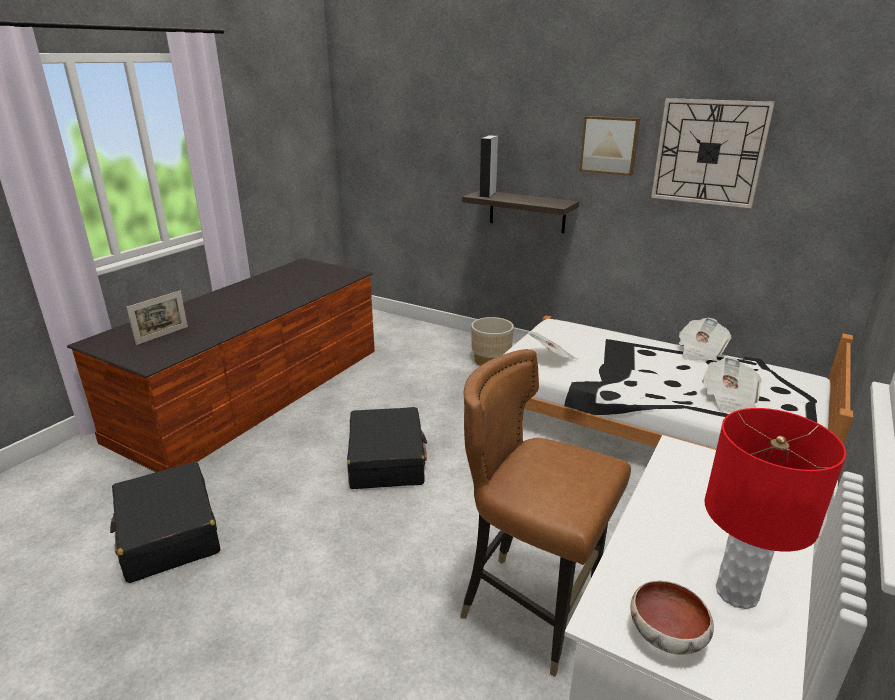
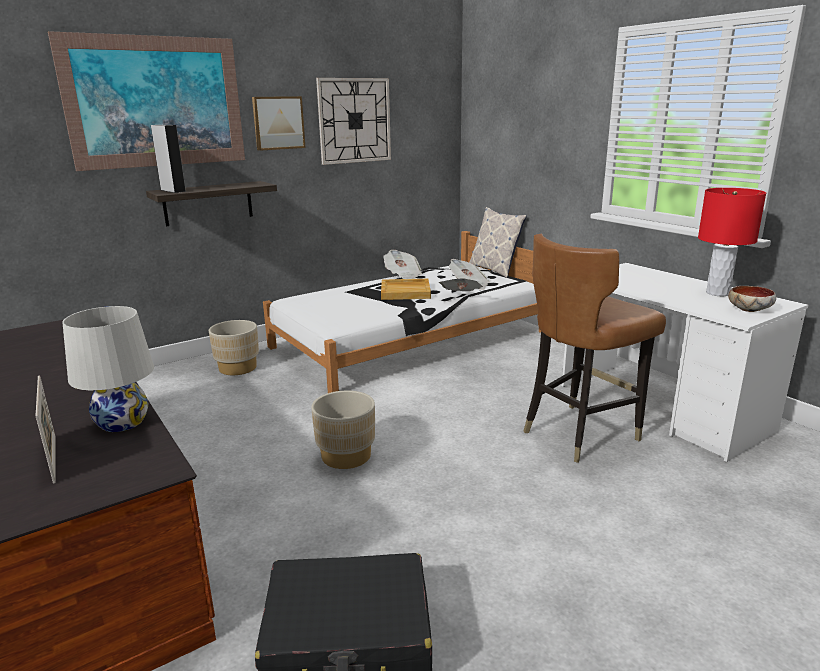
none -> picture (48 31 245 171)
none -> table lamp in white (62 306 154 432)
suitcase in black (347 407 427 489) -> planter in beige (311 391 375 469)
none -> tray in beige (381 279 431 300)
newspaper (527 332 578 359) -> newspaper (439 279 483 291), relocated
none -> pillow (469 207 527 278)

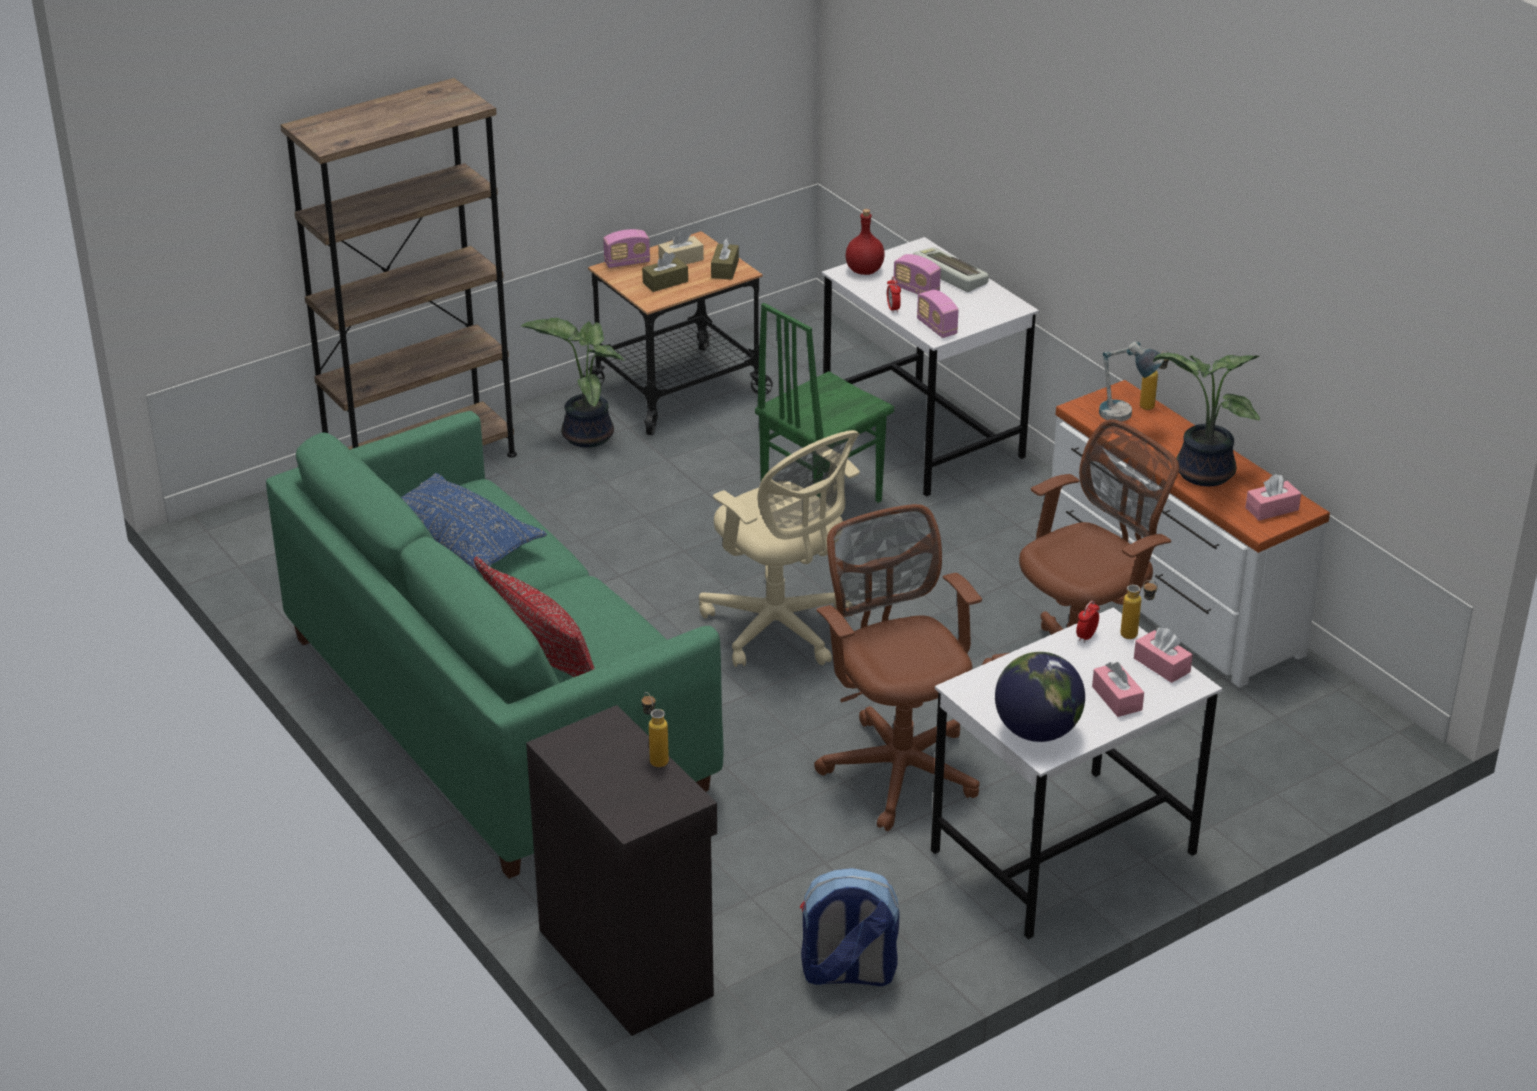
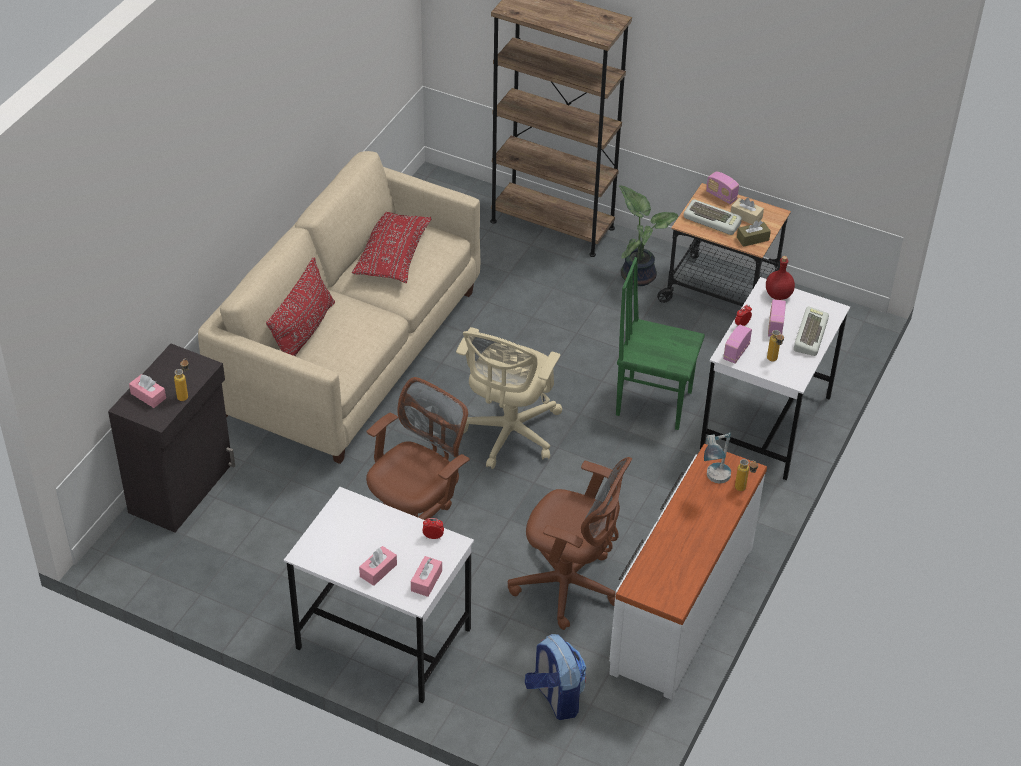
tissue box in pink (1245 474 1301 521) -> tissue box in pink (129 374 166 408), relocated
sofa in green (266 411 723 879) -> sofa in beige (198 151 480 464)
pillow in blue (401 473 547 572) -> pillow in red (352 212 431 283)
backpack (800 868 900 986) -> backpack (525 634 586 720), relocated
tissue box in brown (642 252 688 292) -> keyboard (683 200 742 235)
bottle (1120 580 1158 639) -> bottle (767 330 784 361), relocated
globe (995 652 1085 742) -> none
potted plant (1153 353 1260 486) -> none

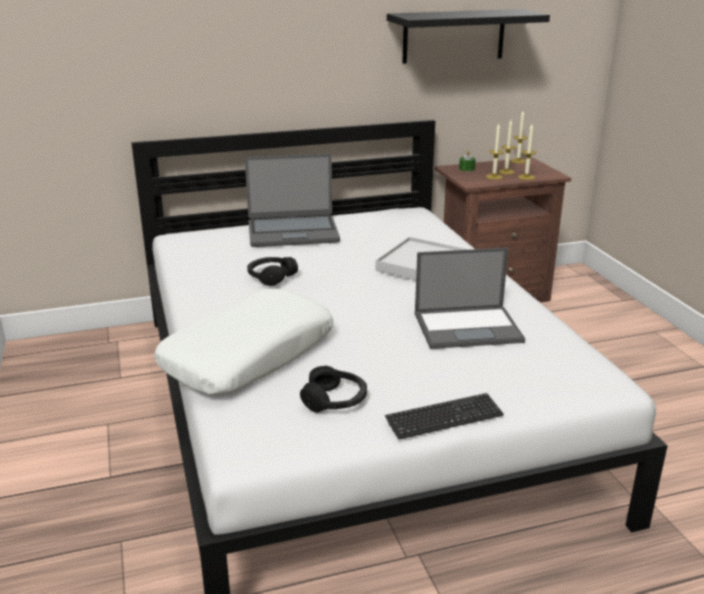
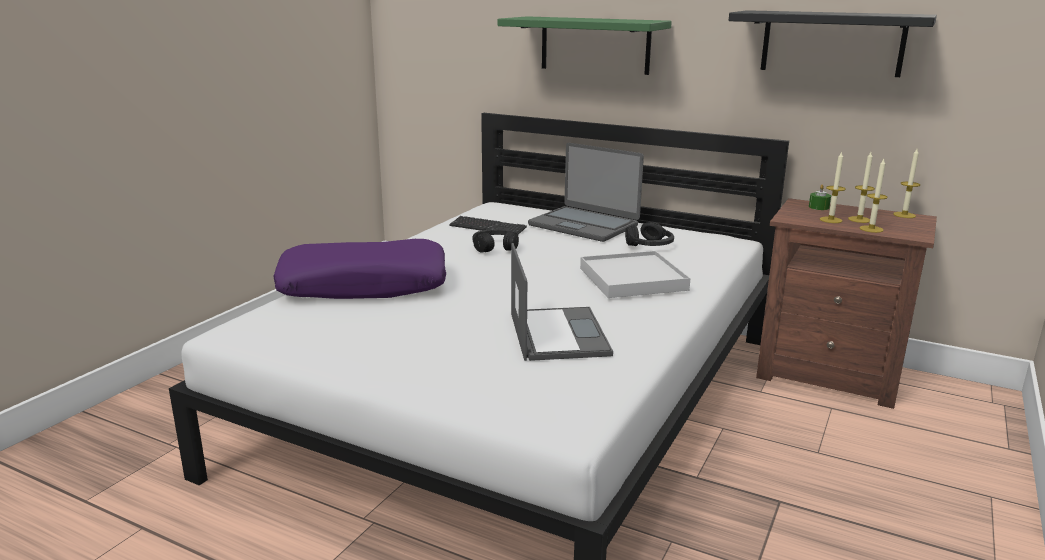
pillow in white (154 288 333 395) -> pillow in purple (273 239 446 299)
keyboard (385 393 504 440) -> keyboard (449 216 527 235), relocated
none -> shelf in green (498 16 672 75)
laptop (415 248 525 349) -> laptop (511 243 613 361), 135 degrees counterclockwise
headphones in black (300 366 367 413) -> headphones in black (625 222 674 246), relocated

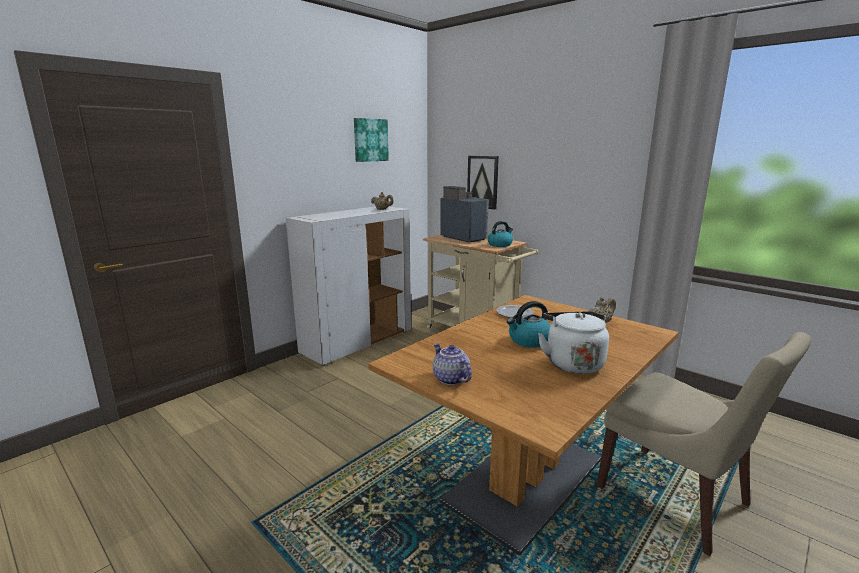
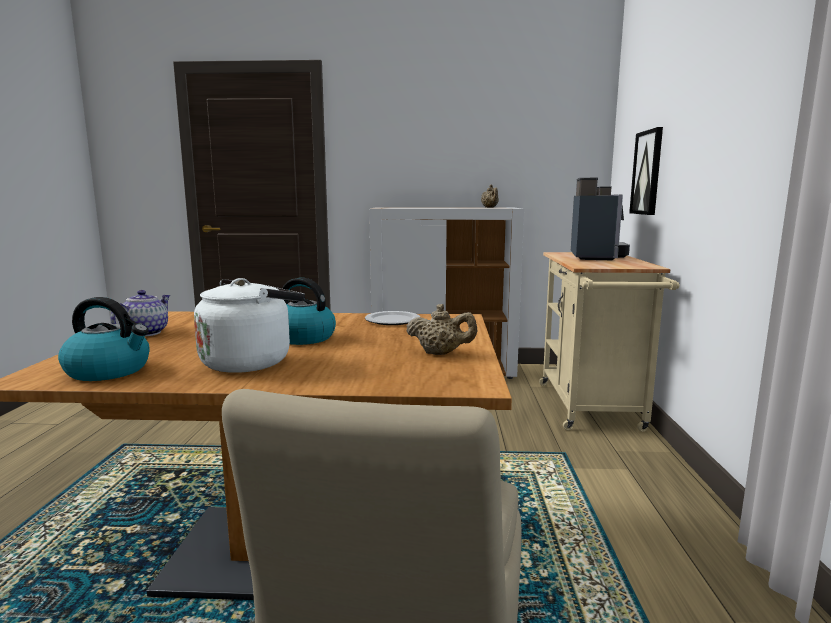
kettle (488 221 513 247) -> kettle (58 297 150 381), relocated
picture (354 118 389 162) -> none

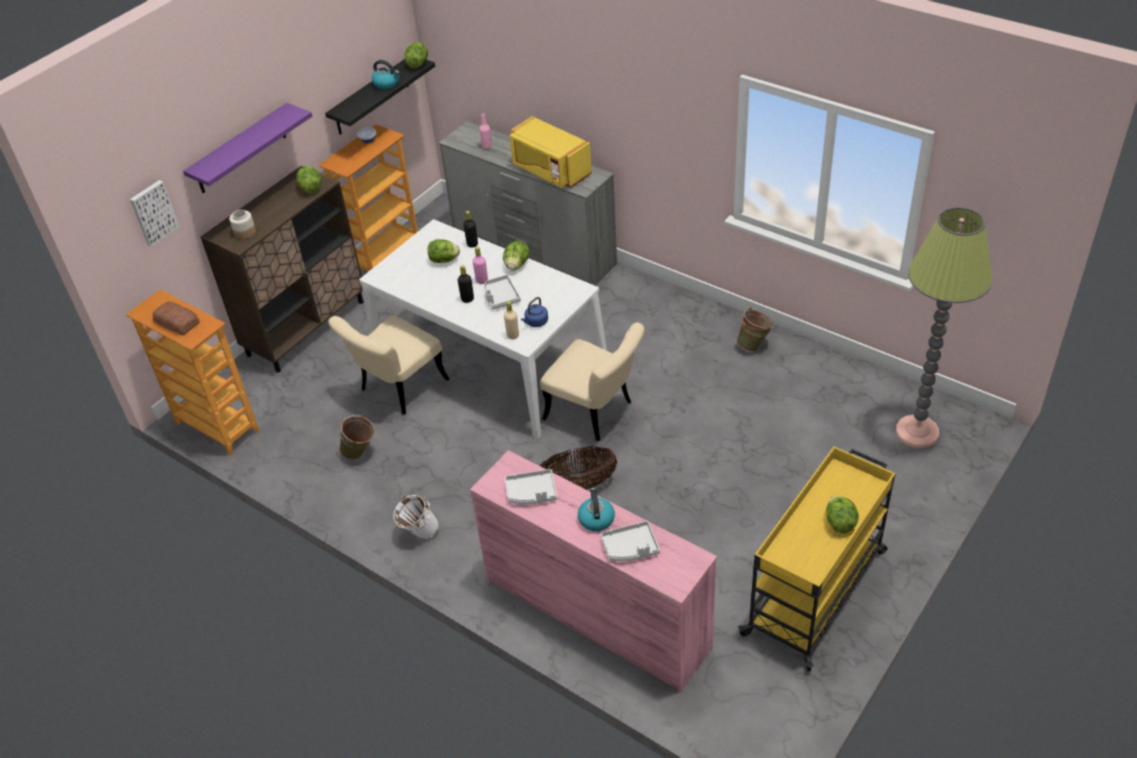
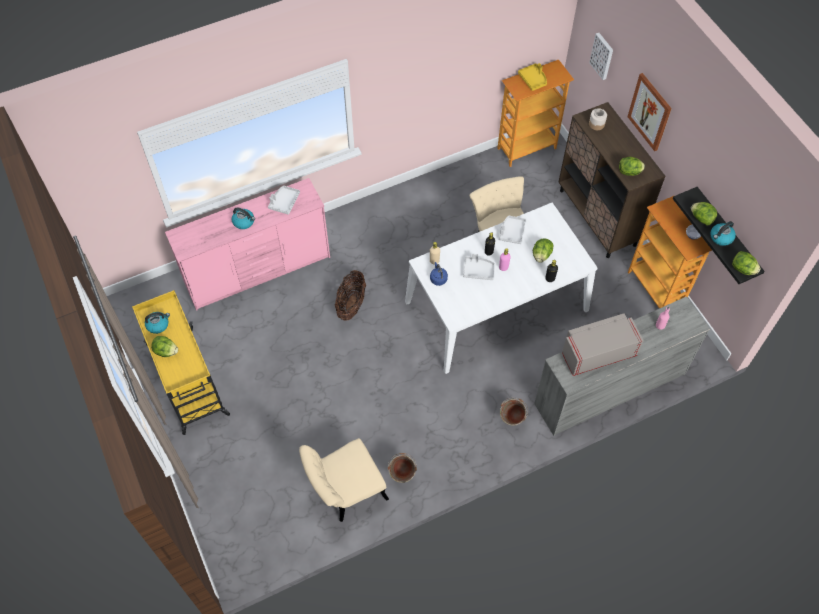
none -> kettle (145 312 170 334)
chair in beige (540 322 644 441) -> chair in beige (299 438 389 522), relocated
tray in grey (600 521 660 561) -> tray in grey (499 216 526 244), relocated
bucket in green (338 414 375 459) -> bucket in green (500 398 528 426), relocated
bread (152 302 200 336) -> tray in yellow (518 63 547 91)
microwave in yellow (510 116 592 188) -> microwave in grey (562 313 644 376)
shelf in purple (183 103 312 193) -> picture (627 73 672 151)
lettuce (503 241 530 271) -> lettuce (691 202 717 225), relocated
bucket in white (393 494 439 540) -> none
floor lamp (896 207 993 448) -> none

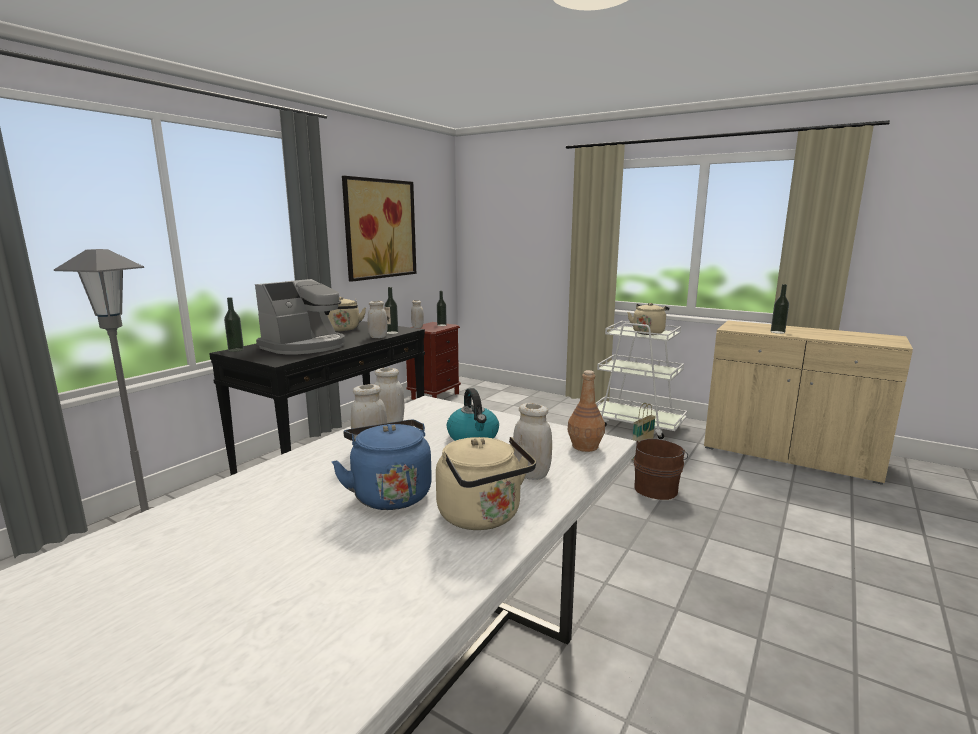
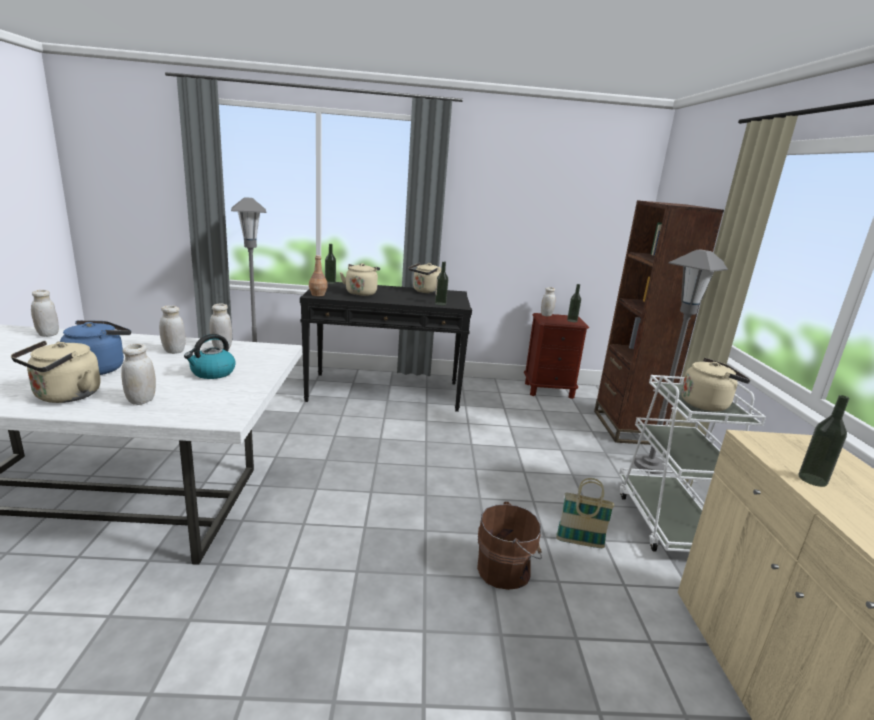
jar in white (367 301 387 338) -> jar in white (31 290 59 337), relocated
bottle in brown (567 370 605 452) -> bottle in brown (309 255 328 296), relocated
coffee machine (255 279 345 354) -> kettle in beige (340 263 380 296)
none -> bookcase in brown (594 200 724 445)
none -> floor lamp in grey (634 250 728 474)
picture (342 176 416 282) -> none

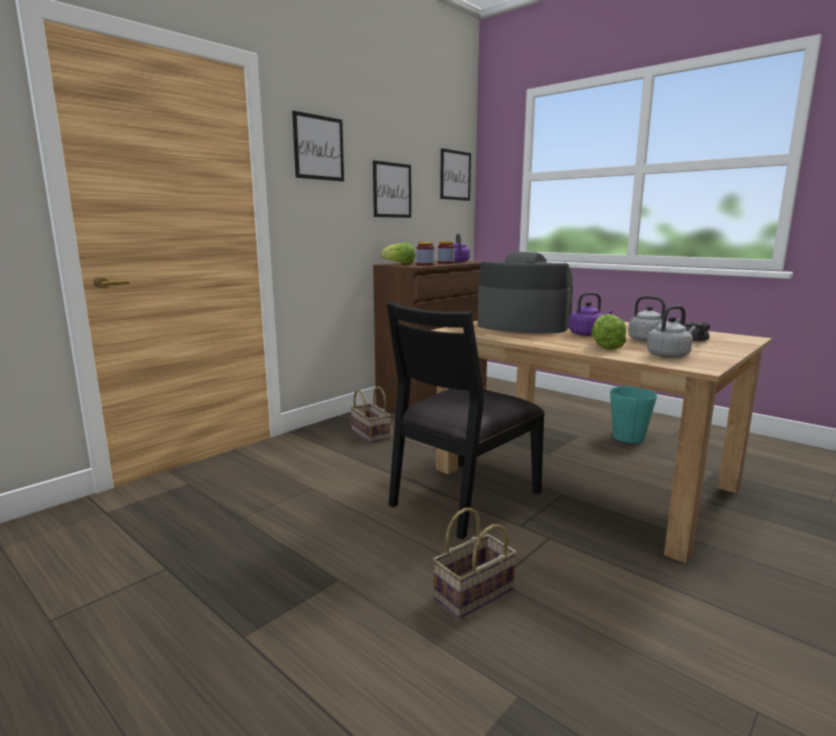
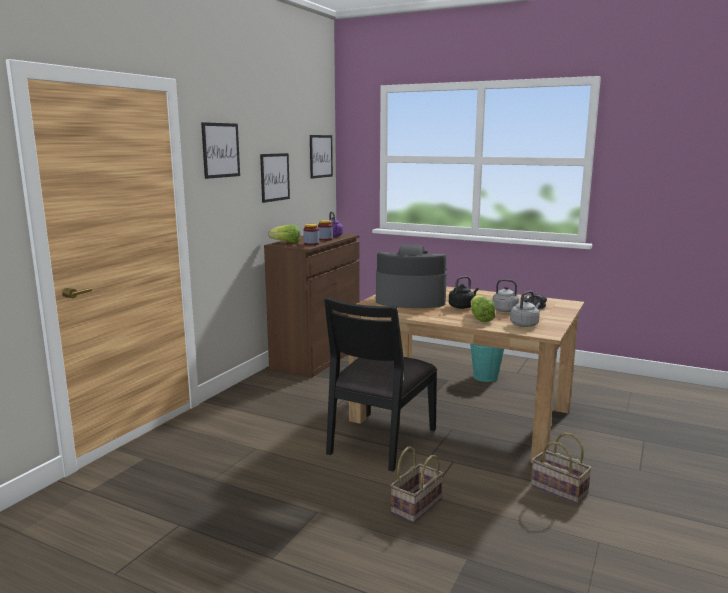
kettle in purple (569 292 613 336) -> kettle in black (449 276 479 309)
basket (350 386 390 443) -> basket (531 433 592 504), relocated

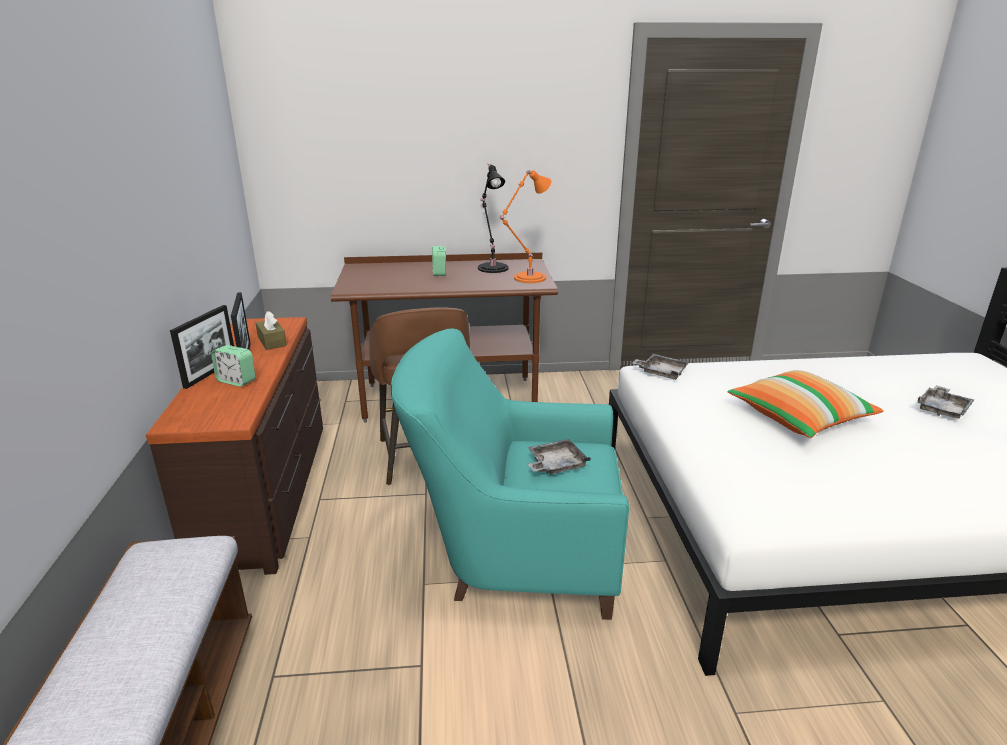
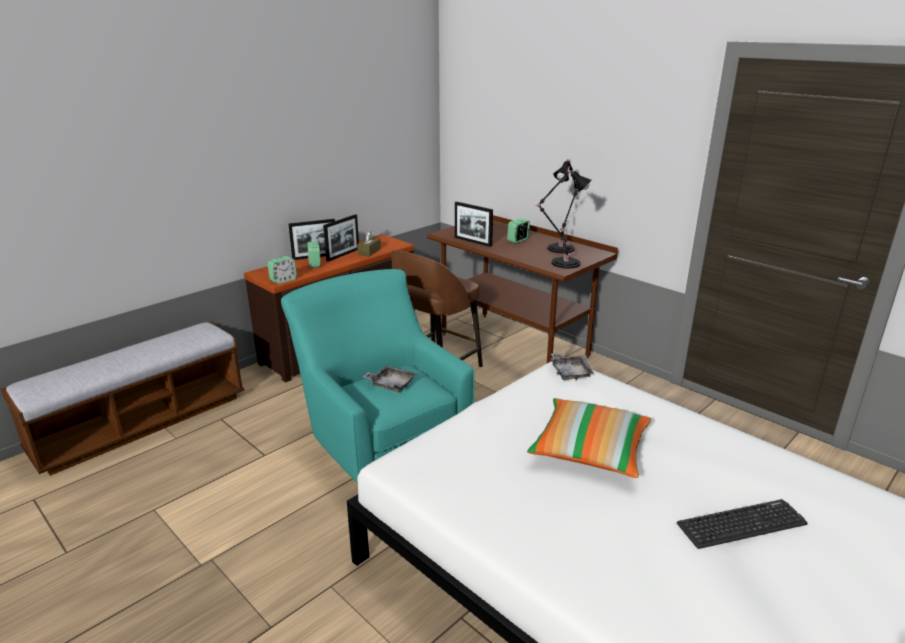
none -> alarm clock (268 256 297 284)
none -> picture frame (455 202 493 247)
table lamp in orange (500 170 551 283) -> table lamp in black (536 170 591 269)
tray in grey (918 385 974 419) -> keyboard (677 499 808 549)

